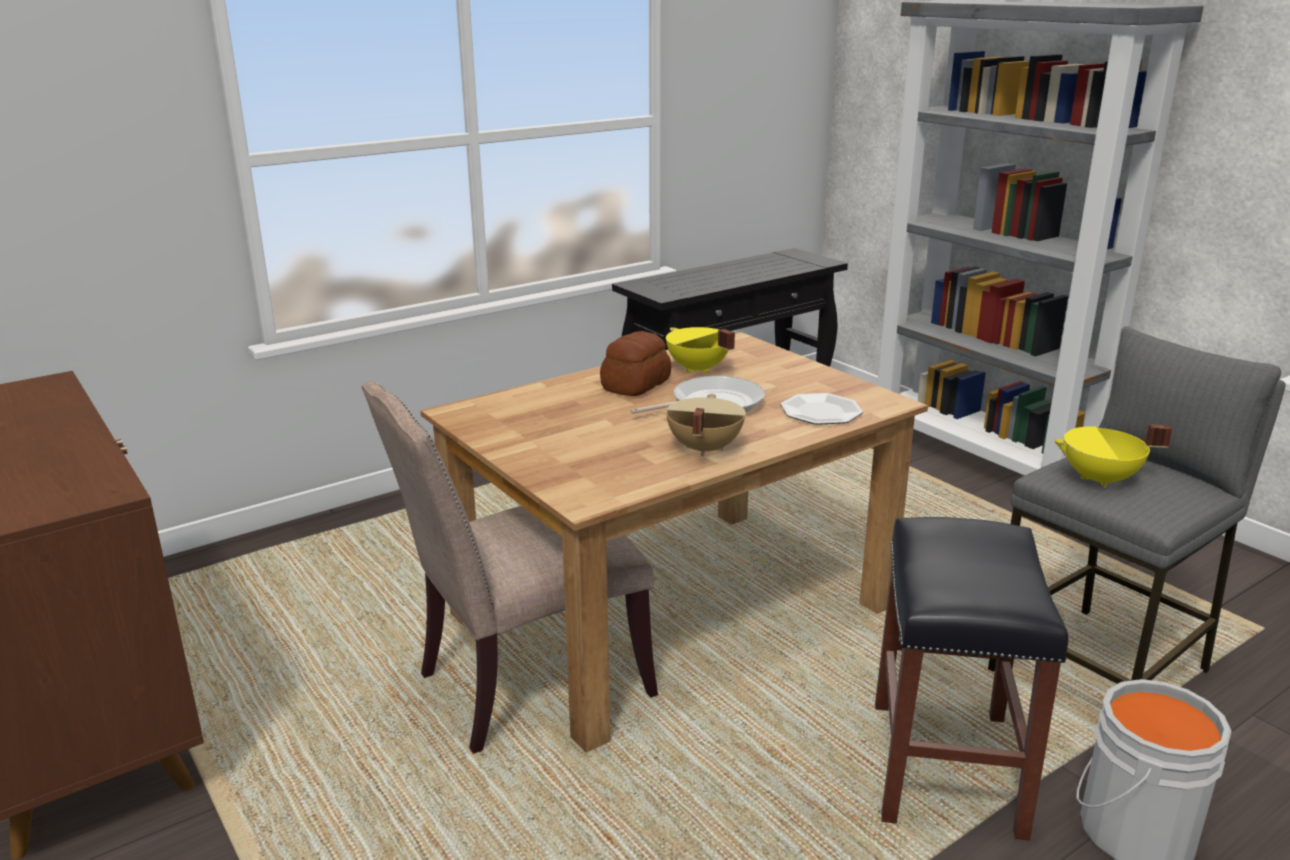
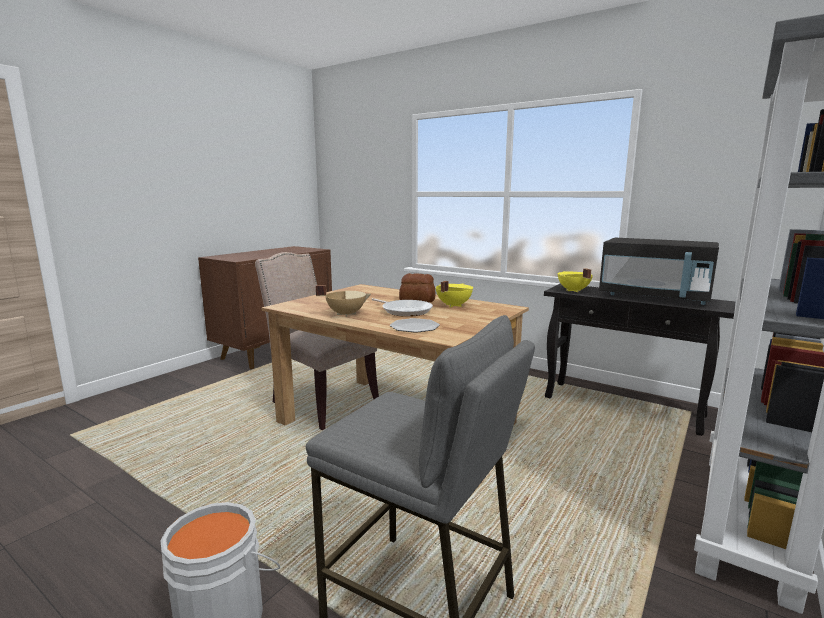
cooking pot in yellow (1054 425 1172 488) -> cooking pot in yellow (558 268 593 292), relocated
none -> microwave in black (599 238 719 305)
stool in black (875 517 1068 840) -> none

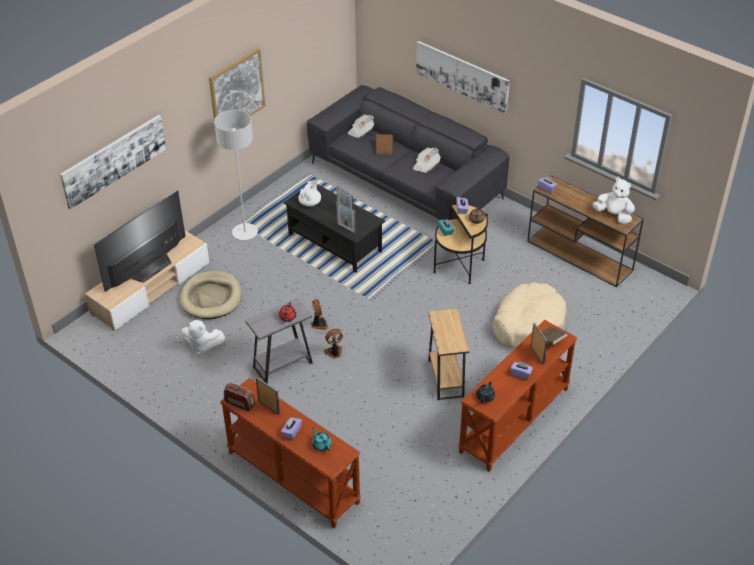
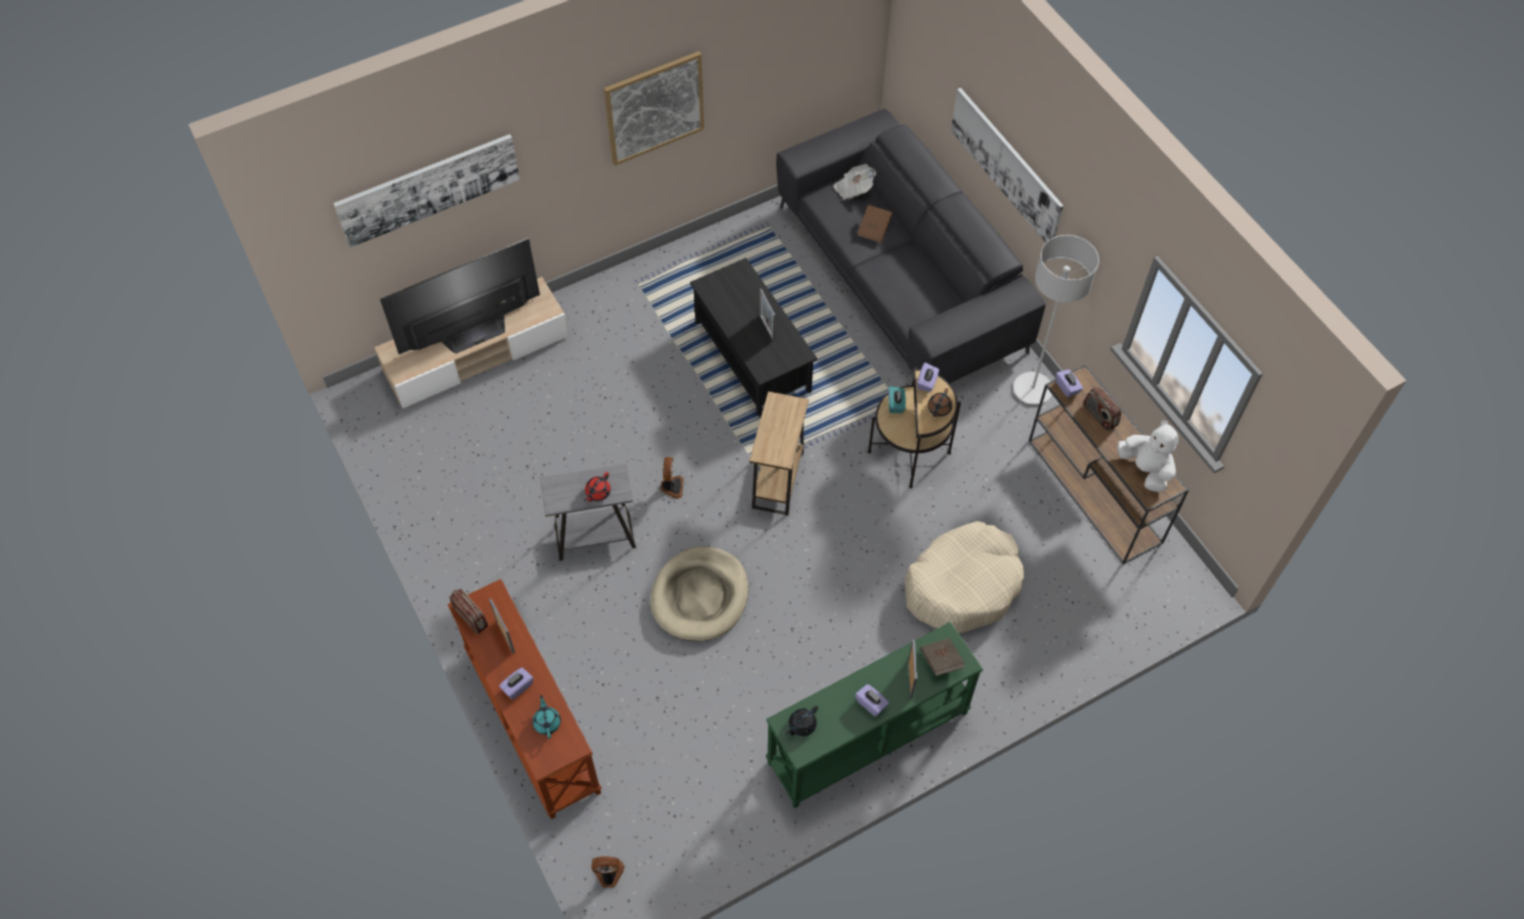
fan (324 329 343 359) -> fan (591 856 625 887), relocated
dog bed in beige (180 271 242 319) -> dog bed in beige (650 546 748 641), relocated
side table in brown (428 308 469 400) -> side table in brown (749 391 809 516), relocated
console table in brown (458 320 577 472) -> console table in green (766 622 983 808)
floor lamp in grey (214 110 258 240) -> floor lamp in grey (1013 235 1099 404), relocated
none -> radio (1083 387 1121 431)
plush toy in white (182 320 225 355) -> none
teapot in white (298 181 321 207) -> none
picture frame (336 201 356 234) -> none
newspaper (413 148 441 173) -> none

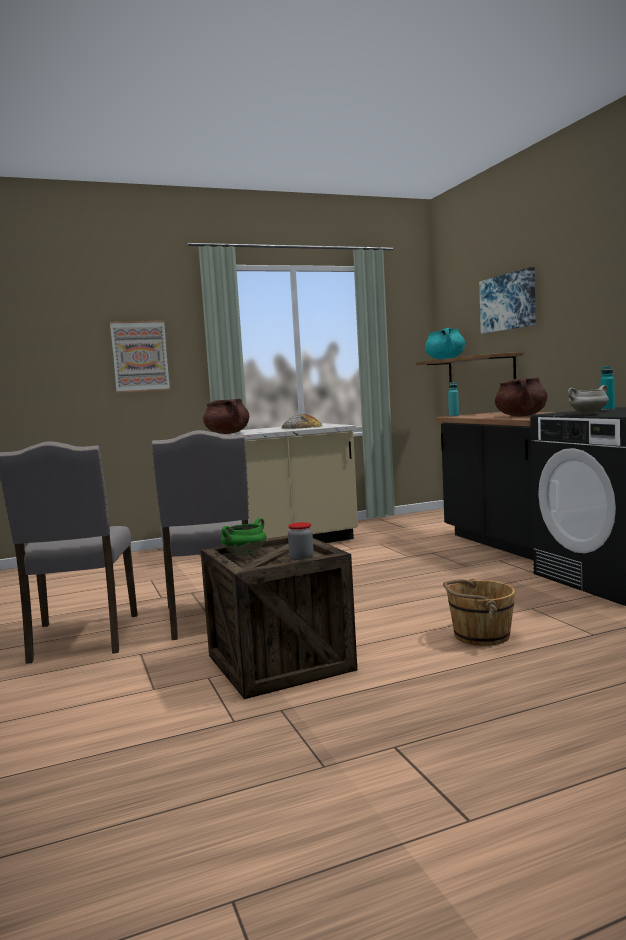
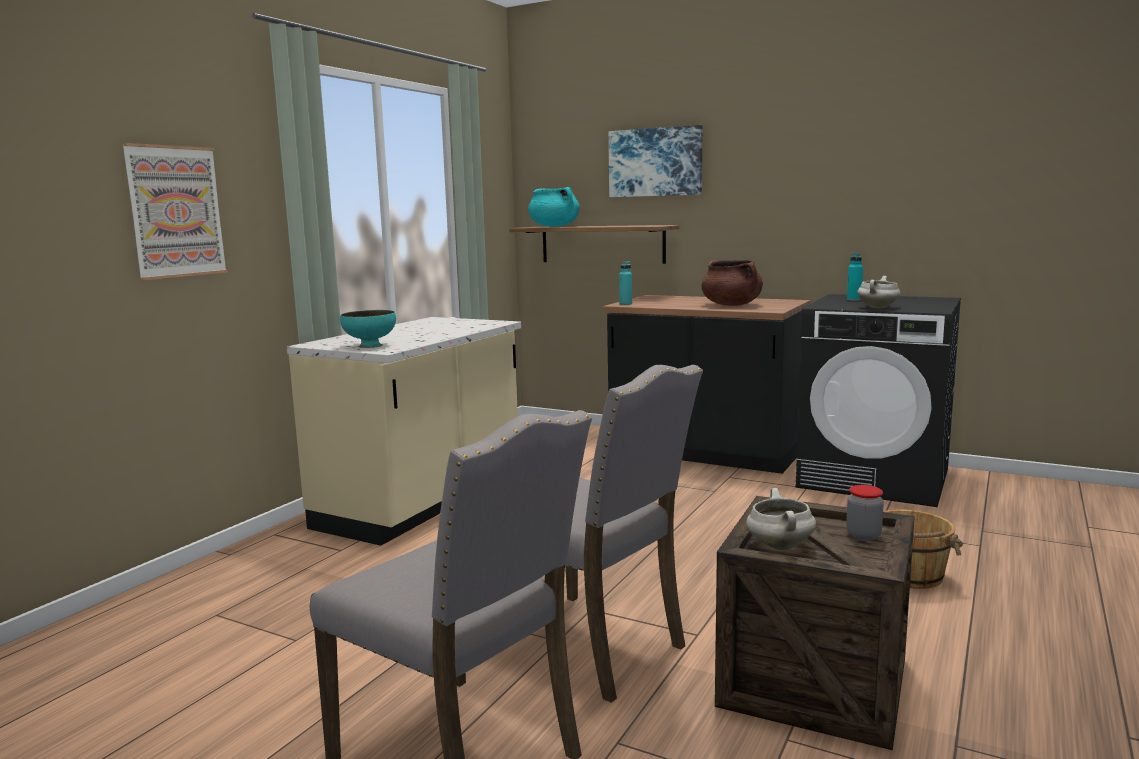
cooking pot in brown (203 399 249 434) -> bowl in turquoise (340 310 396 348)
cooking pot in green (221 518 267 557) -> cooking pot in white (746 488 816 550)
bread (281 414 322 429) -> none

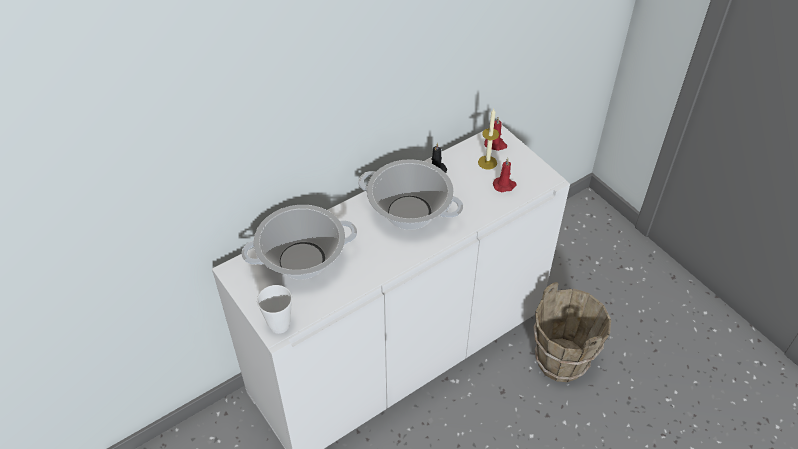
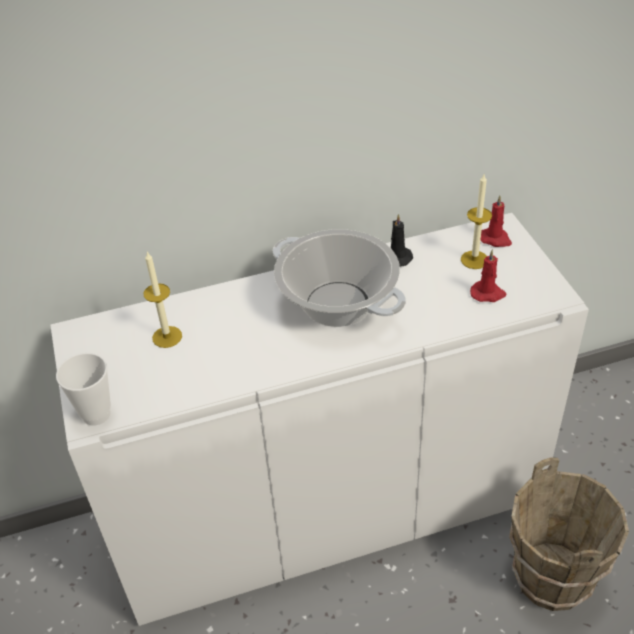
cooking pot (242 205 357 280) -> candle (144 252 182 348)

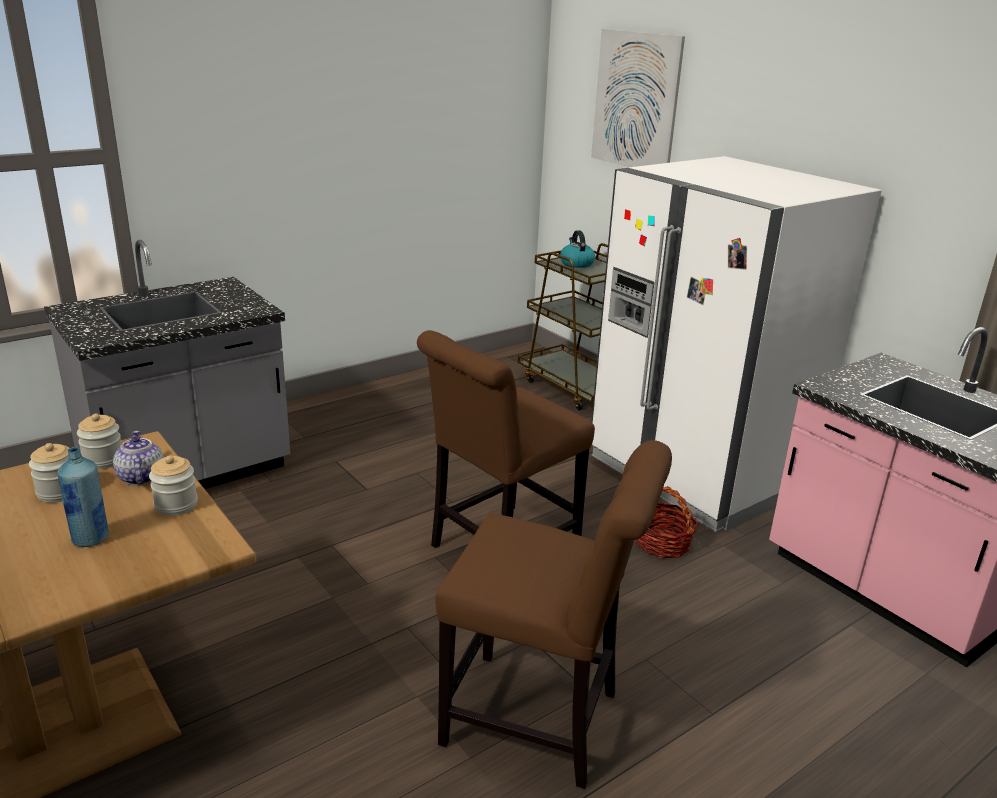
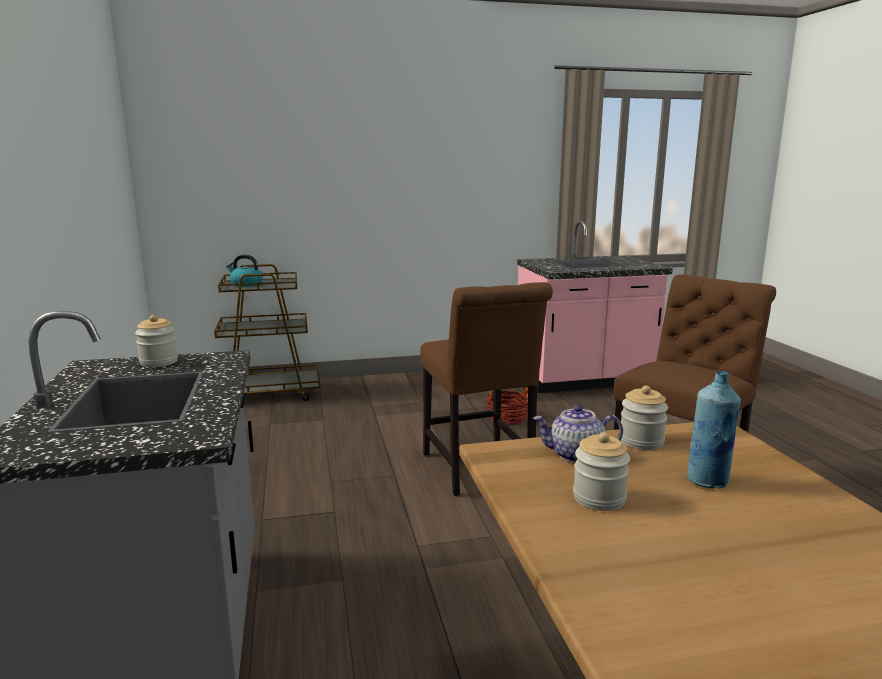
jar (77 414 121 469) -> jar (135 315 178 367), relocated
picture (591 29 685 167) -> none
fridge in white (591 156 882 532) -> none

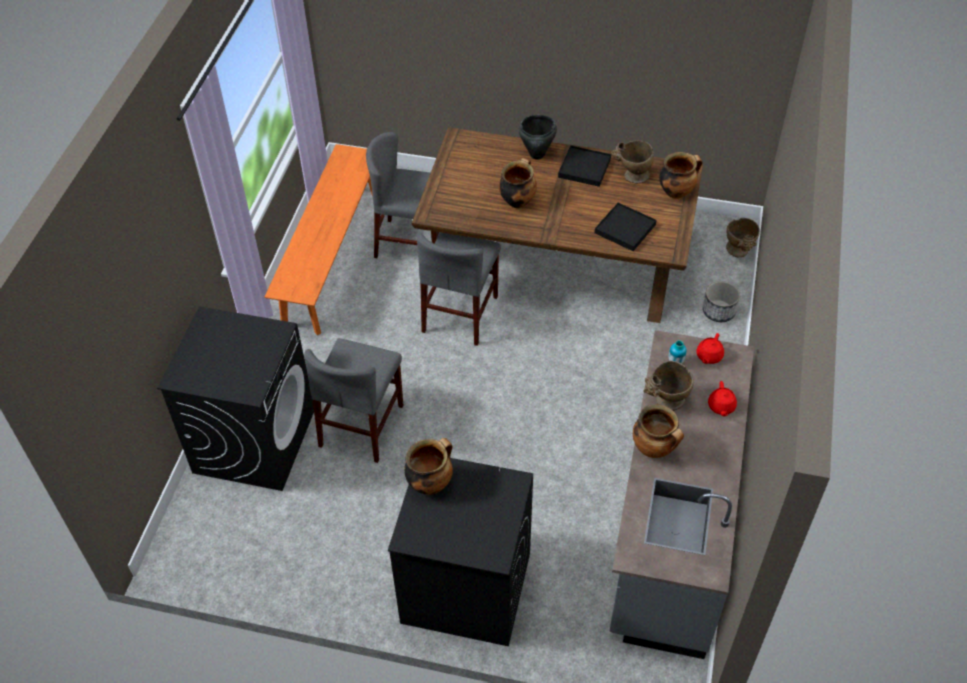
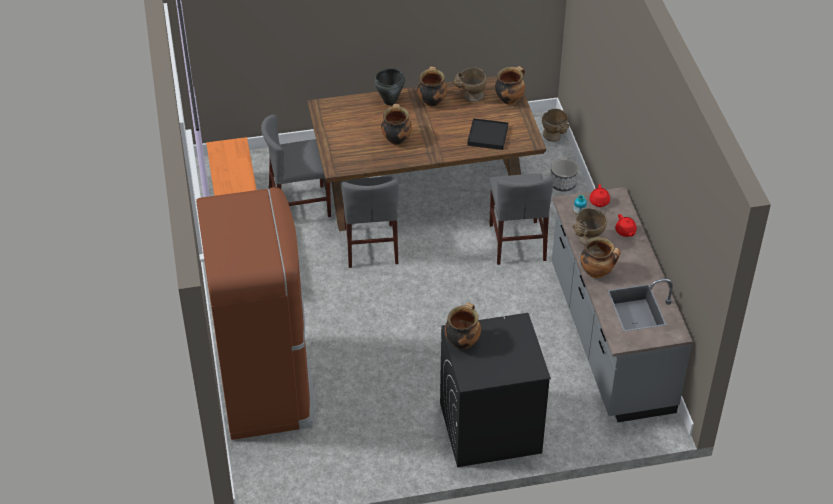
washing machine in black (157 306 314 491) -> fridge in brown (196 187 314 440)
tray in black (558 145 611 187) -> cooking pot (417 66 447 107)
chair in grey (304 338 403 463) -> chair in grey (489 173 553 265), relocated

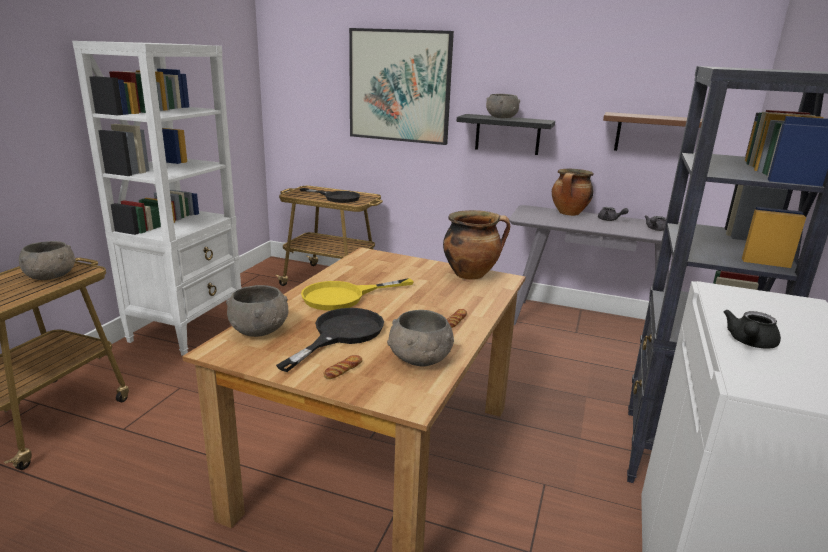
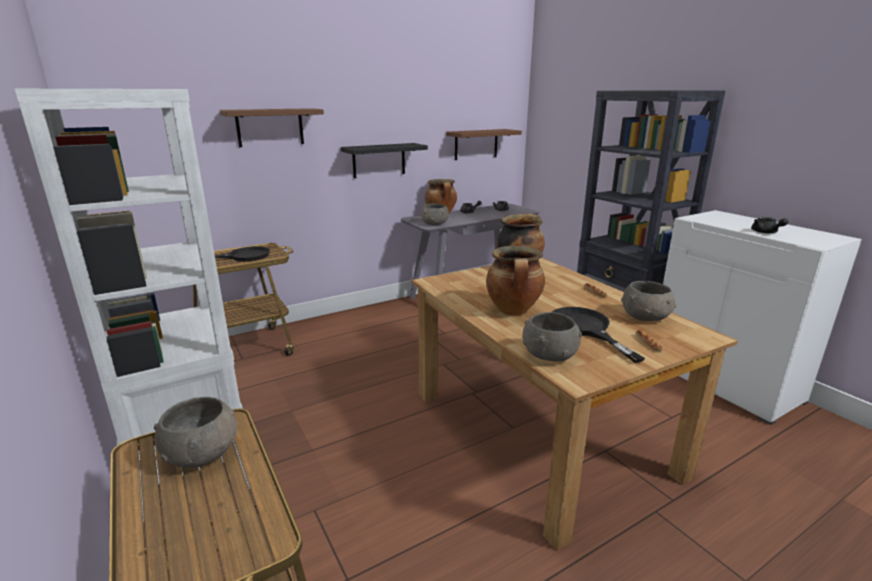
picture (349 28 454 145) -> shelf in brown (219 108 324 147)
bowl in grey (486 94 520 118) -> bowl in grey (420 204 450 226), relocated
frying pan in yellow (301 278 414 311) -> cooking pot (486 246 545 315)

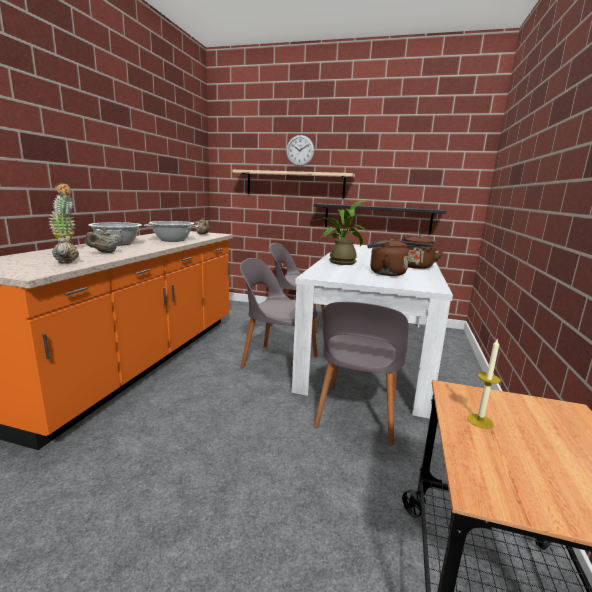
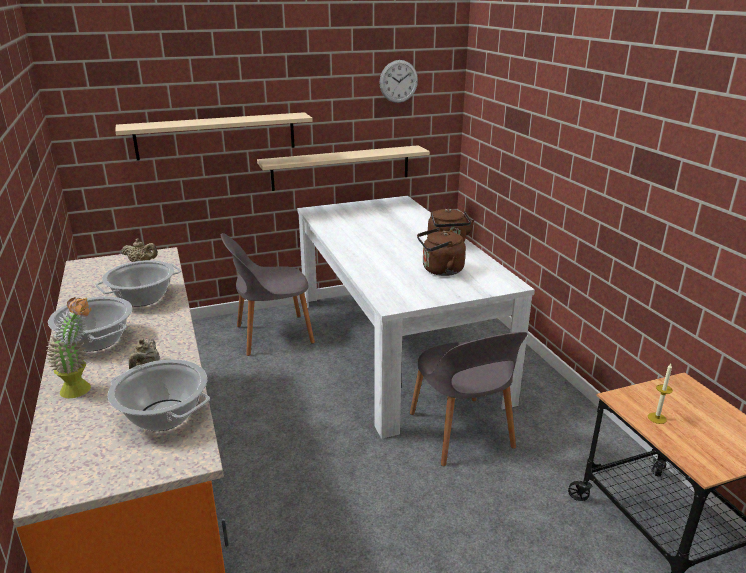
teapot in beige (52 234 79 264) -> cooking pot (108 359 210 431)
shelf in black (314 203 446 234) -> shelf in beige (257 145 430 191)
wall clock (286 135 314 166) -> wall clock (379 60 418 103), relocated
chair in grey (240 258 318 368) -> none
potted plant (314 201 367 265) -> none

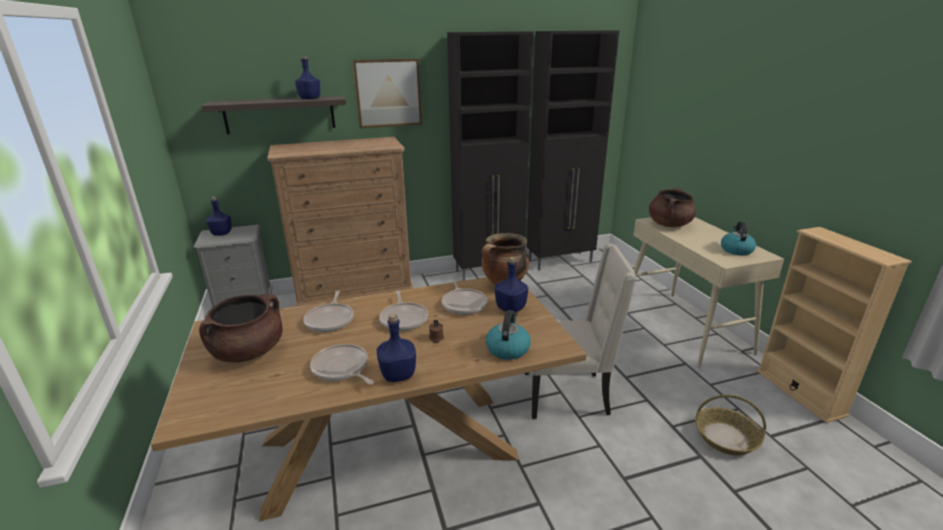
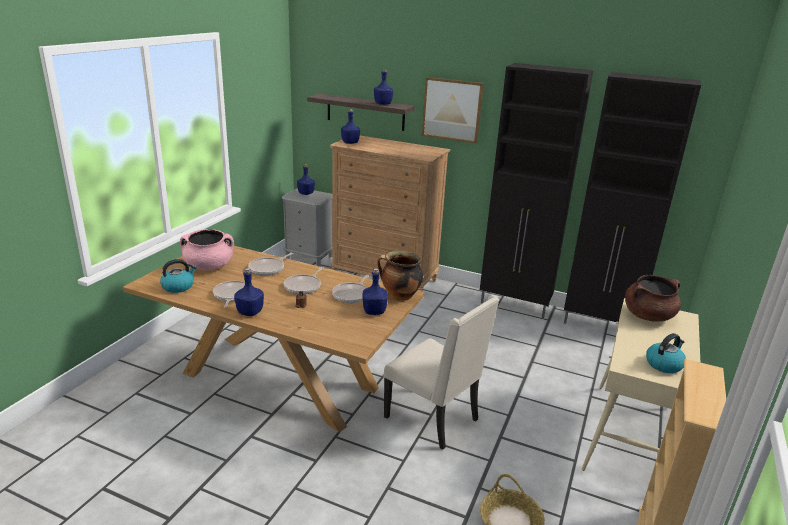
kettle (486 310 531 360) -> kettle (160 259 197 293), relocated
cooking pot in brown (199 294 283 363) -> cooking pot in pink (180 229 234 270)
none -> bottle in blue (341 109 360 144)

